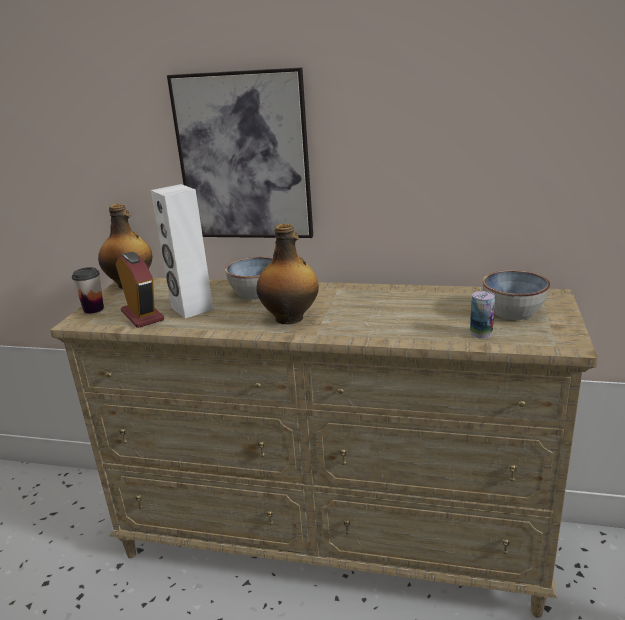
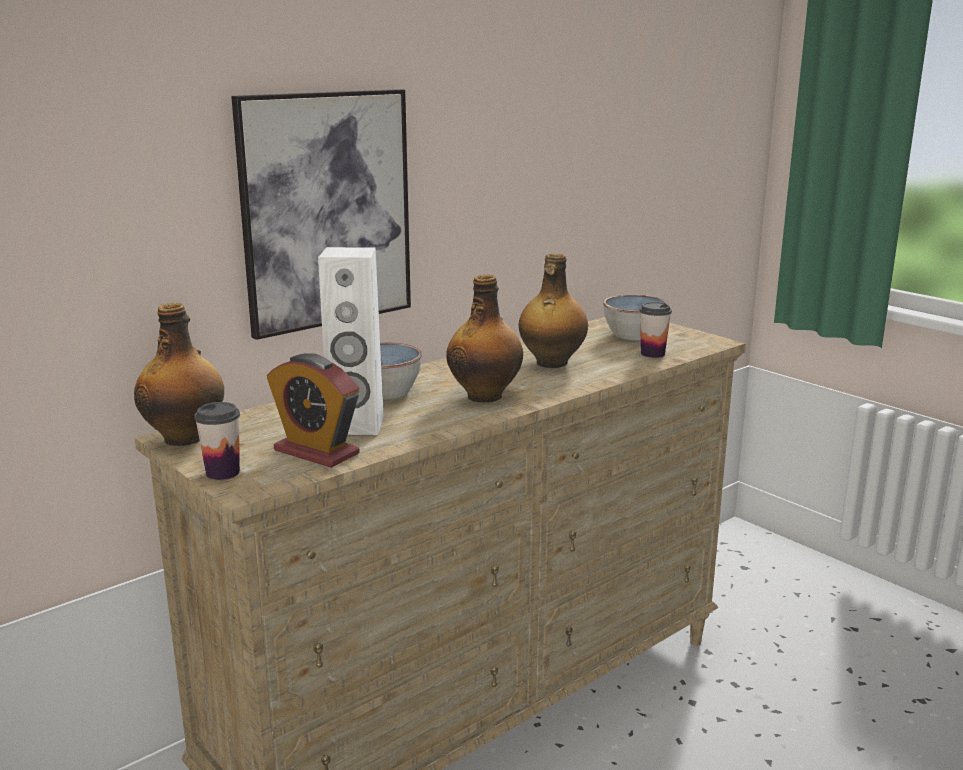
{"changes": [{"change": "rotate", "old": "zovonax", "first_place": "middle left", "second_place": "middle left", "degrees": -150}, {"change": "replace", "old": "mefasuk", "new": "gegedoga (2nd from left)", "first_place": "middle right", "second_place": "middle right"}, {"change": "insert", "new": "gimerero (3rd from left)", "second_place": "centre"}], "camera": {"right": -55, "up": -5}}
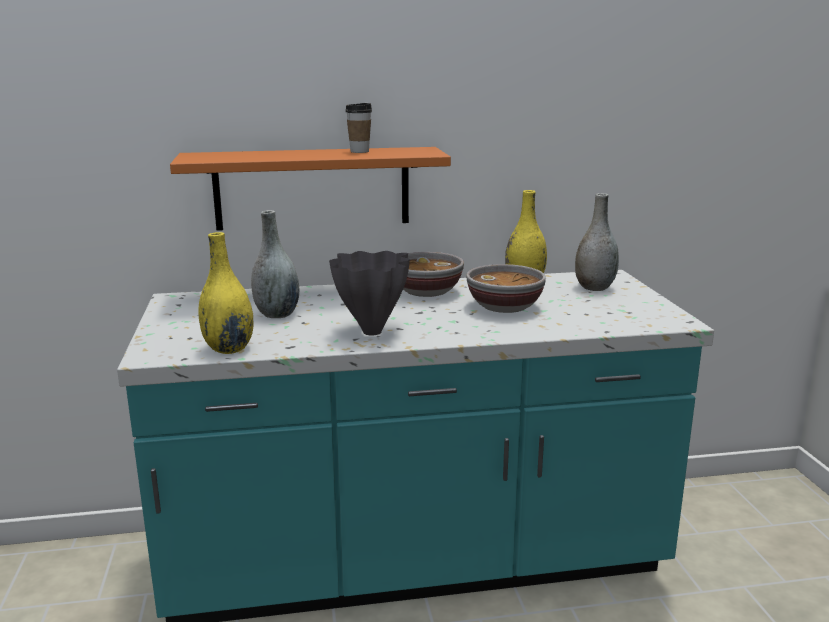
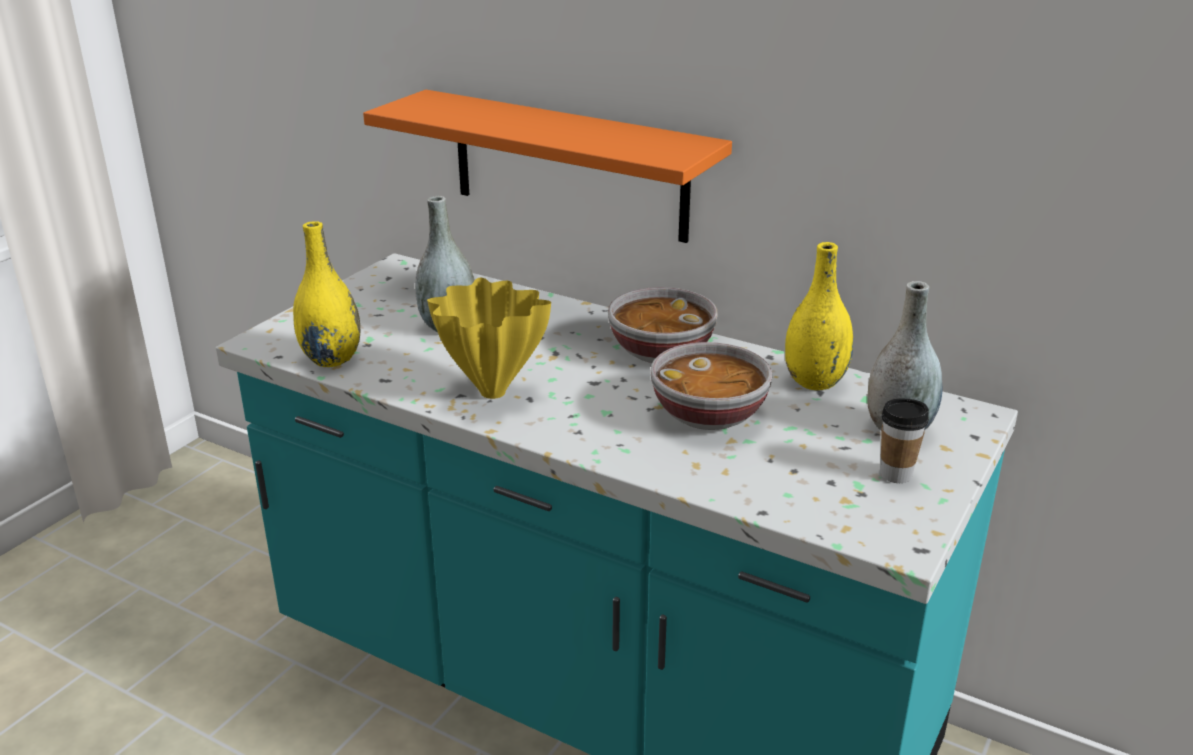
{"changes": [{"change": "recolor", "old": "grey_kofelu (2nd from left)", "new": "yellow_kofelu (2nd from left)", "first_place": "centre", "second_place": "centre"}, {"change": "move", "old": "gegedoga", "first_place": "top centre", "second_place": "middle right"}], "camera": {"right": 40, "up": 10}}
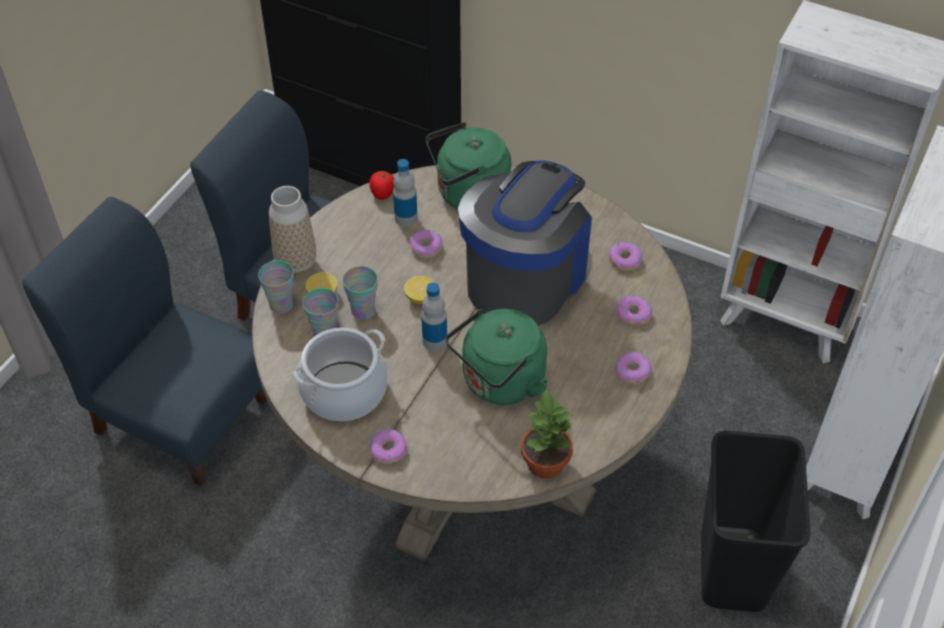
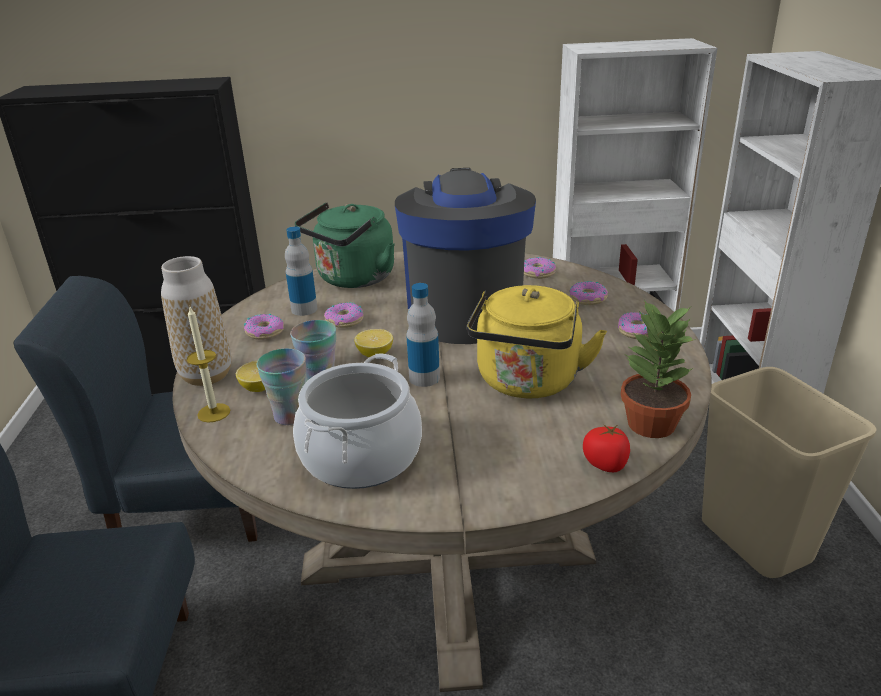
{"changes": [{"change": "replace", "old": "gegedoga (1st from left)", "new": "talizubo", "first_place": "middle left", "second_place": "middle left"}, {"change": "move", "old": "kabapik", "first_place": "top centre", "second_place": "middle right"}, {"change": "move", "old": "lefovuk (1st from left)", "first_place": "bottom centre", "second_place": "middle left"}, {"change": "recolor", "old": "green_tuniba (2nd from left)", "new": "yellow_tuniba", "first_place": "centre", "second_place": "centre"}, {"change": "recolor", "old": "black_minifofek", "new": "beige_minifofek", "first_place": "bottom right", "second_place": "bottom right"}], "camera": {"right": -30, "up": -20}}
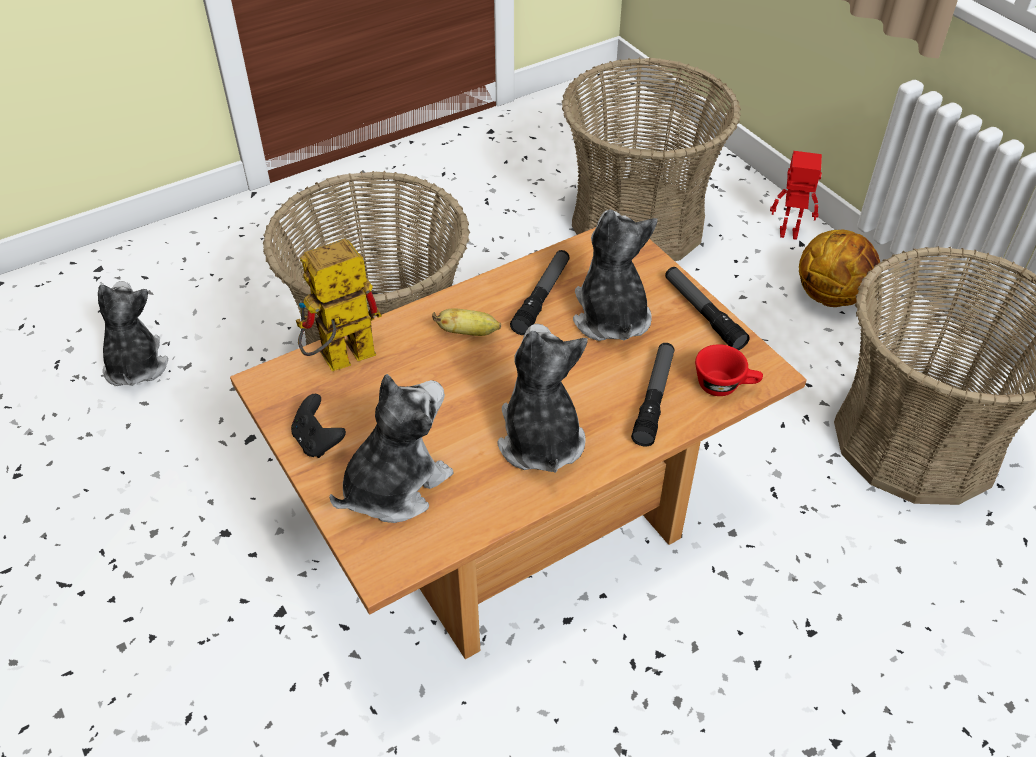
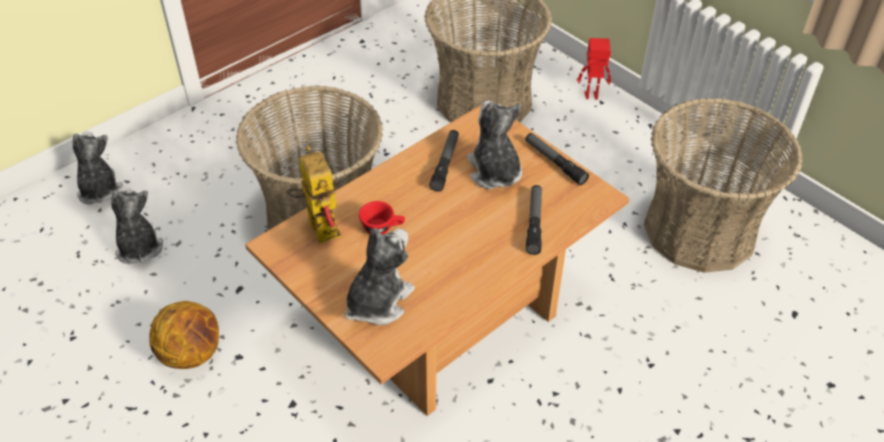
{"changes": [{"change": "delete", "old": "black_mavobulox", "first_place": "middle left"}, {"change": "rotate", "old": "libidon (1st from left)", "first_place": "middle left", "second_place": "centre", "degrees": 105}, {"change": "delete", "old": "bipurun", "first_place": "centre"}, {"change": "move", "old": "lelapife (3rd from left in the first image)", "new": "lelapife (1st from left)", "first_place": "centre", "second_place": "middle left"}, {"change": "move", "old": "red_gegedoga", "first_place": "middle right", "second_place": "centre"}, {"change": "move", "old": "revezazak", "first_place": "middle right", "second_place": "bottom left"}], "camera": {"right": -10, "up": 0}}
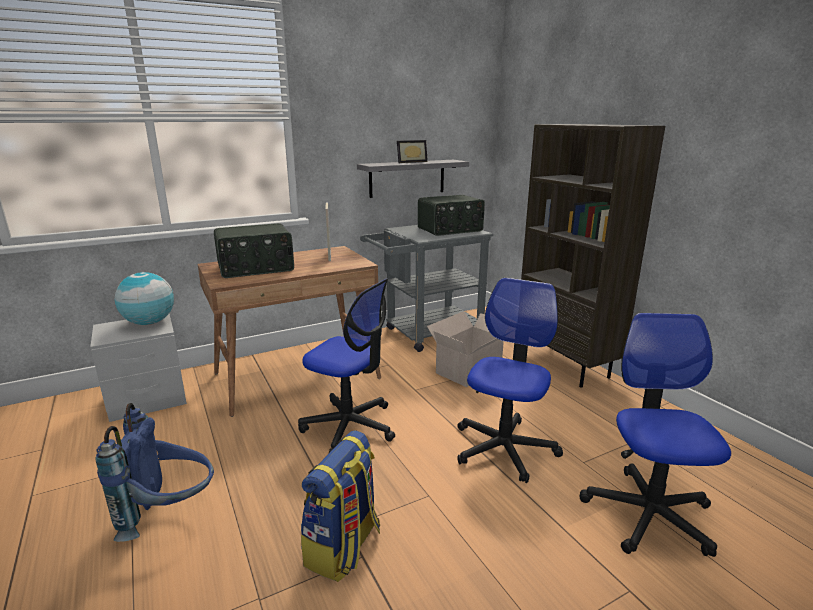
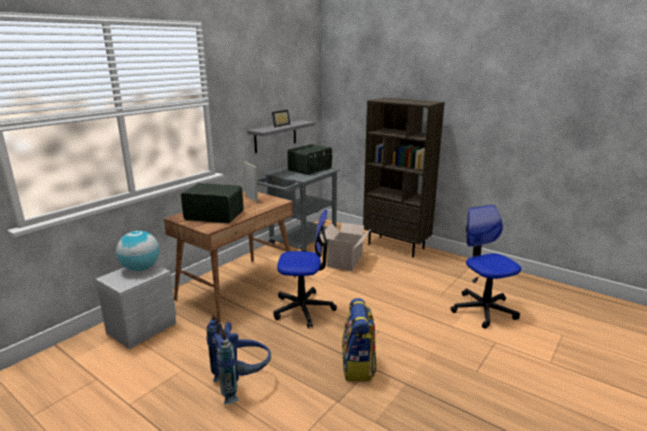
{"changes": [{"change": "rotate", "old": "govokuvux (1st from left)", "first_place": "middle left", "second_place": "middle left", "degrees": -120}, {"change": "delete", "old": "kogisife (2nd from left)", "first_place": "centre"}], "camera": {"right": -25, "up": 0}}
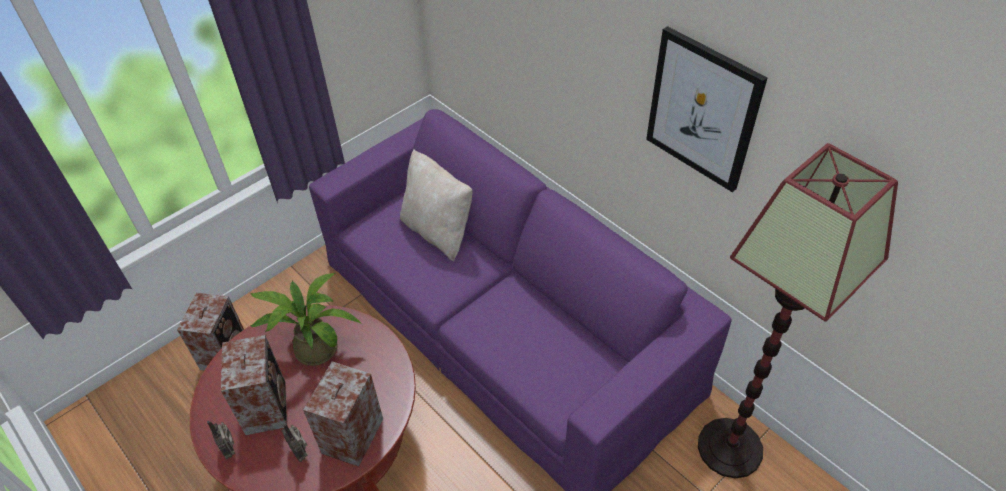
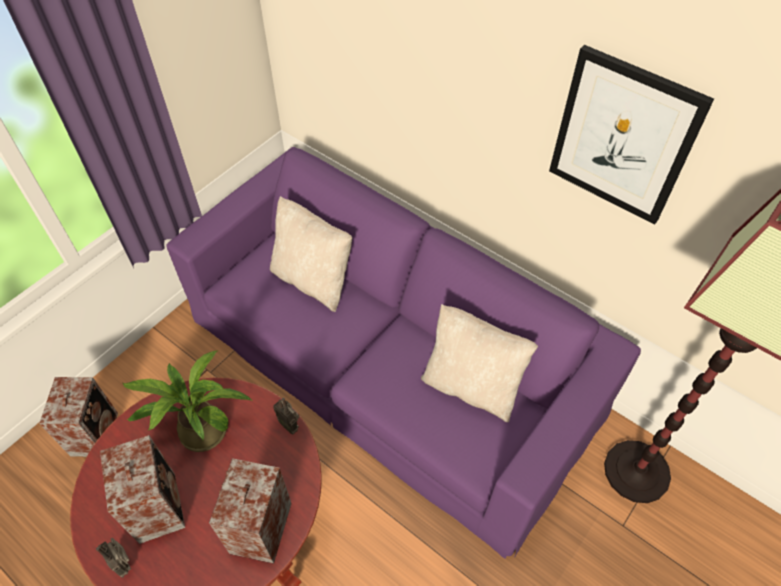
{"changes": [{"change": "move", "old": "govokuvux (2nd from left)", "first_place": "bottom left", "second_place": "bottom centre"}, {"change": "insert", "new": "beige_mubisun (2nd from left)", "second_place": "centre"}], "camera": {"right": -10, "up": 5}}
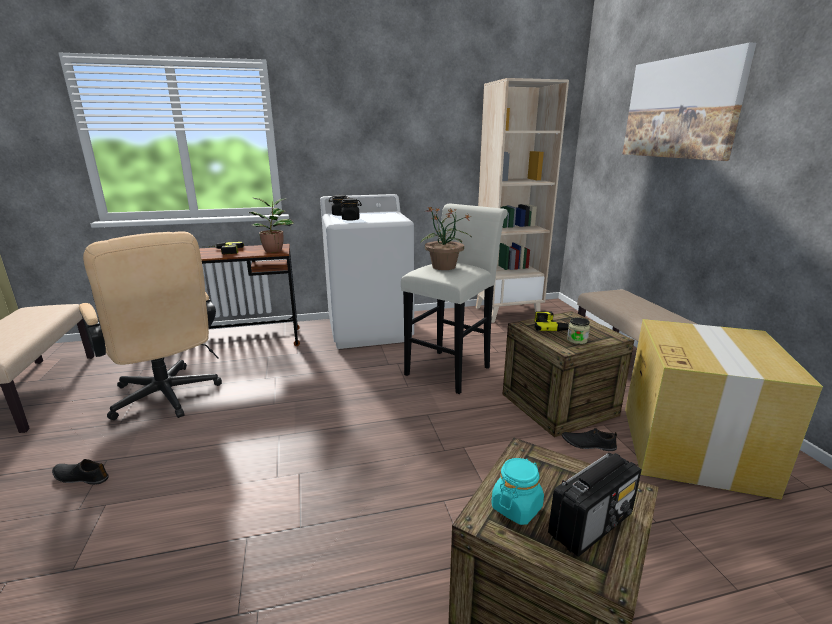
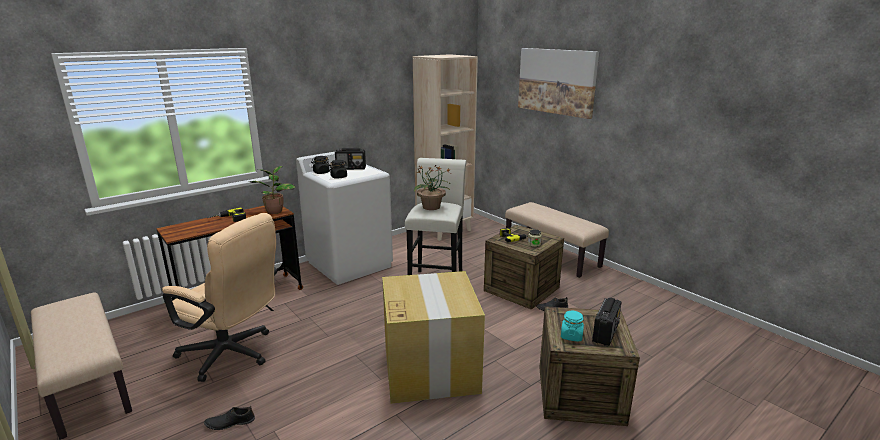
{"changes": [{"change": "move", "old": "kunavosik", "first_place": "middle right", "second_place": "bottom centre"}, {"change": "insert", "new": "govokuvux (1st from left)", "second_place": "centre"}], "camera": {"right": -25, "up": 0}}
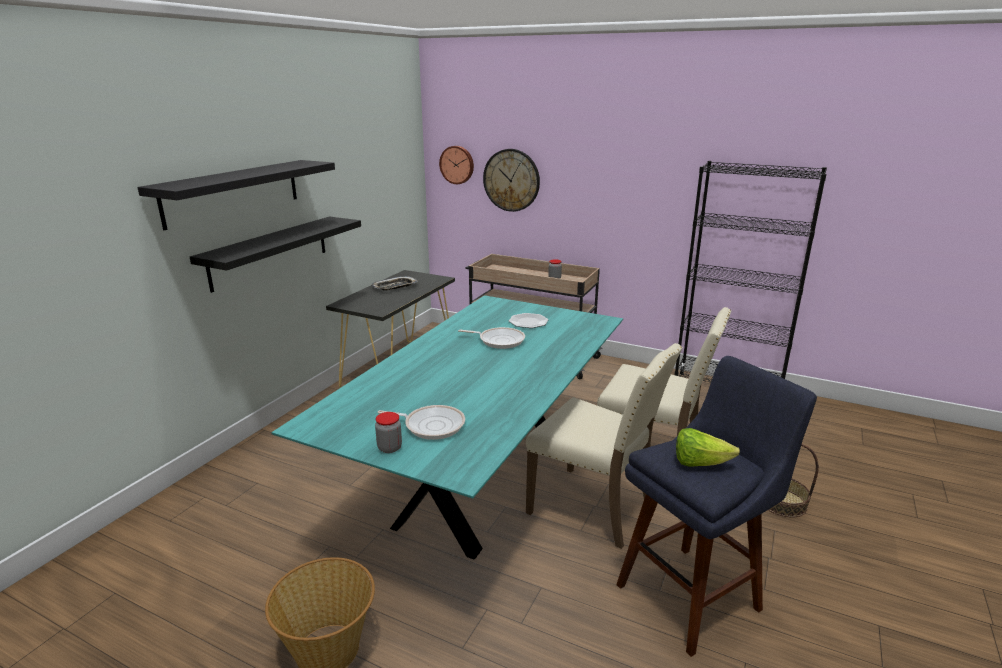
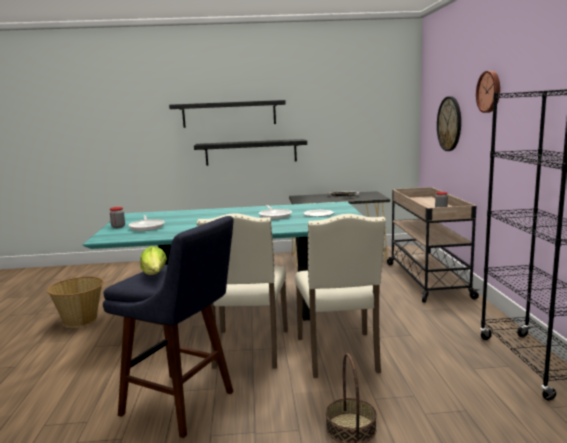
{"changes": [{"change": "move", "old": "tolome (1st from left in the first image)", "new": "tolome (2nd from left)", "first_place": "top centre", "second_place": "top right"}], "camera": {"right": 60, "up": -10}}
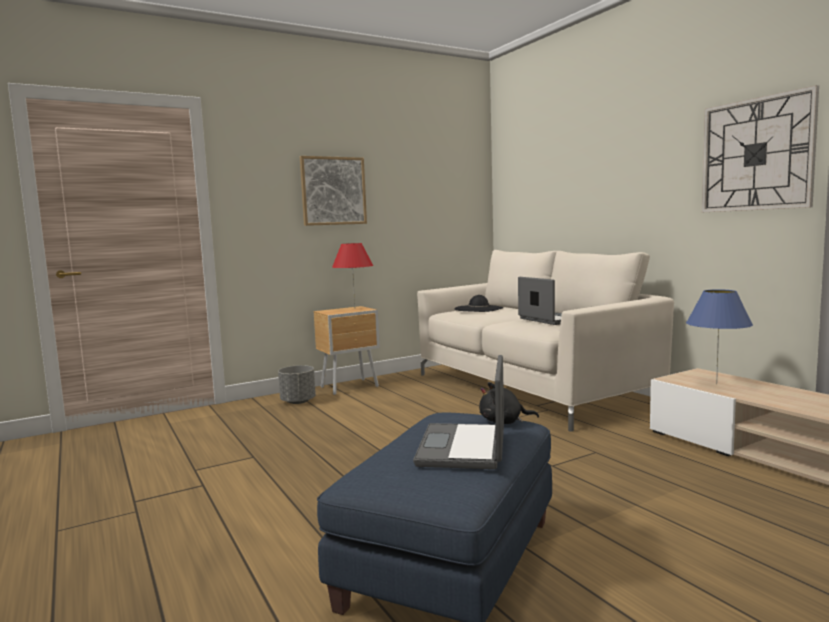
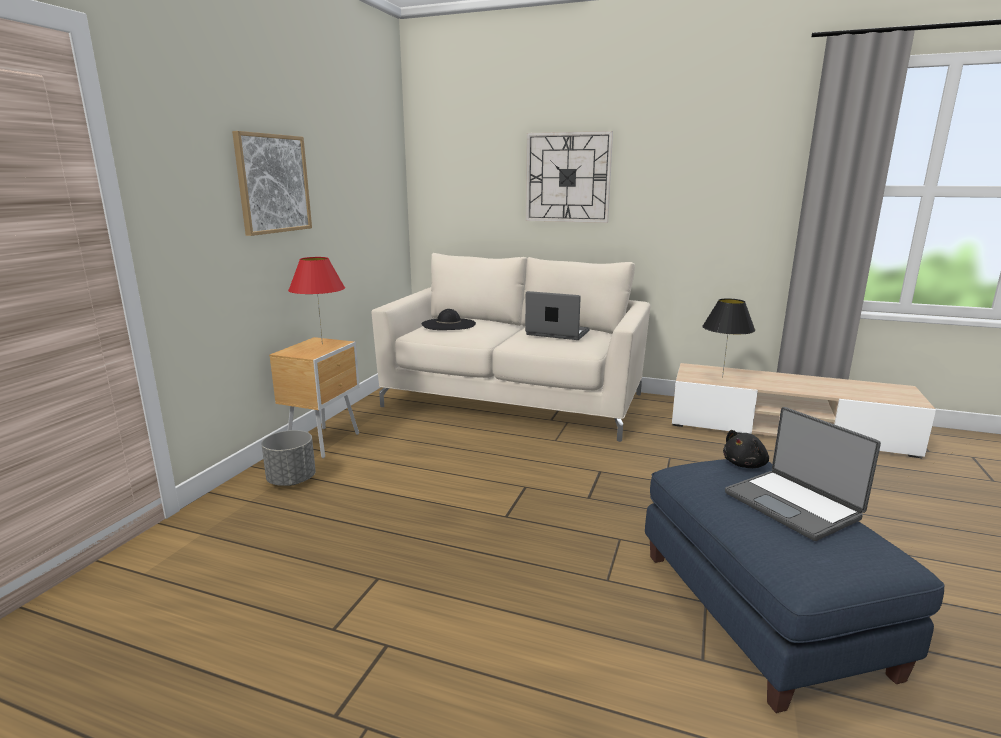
{"changes": [{"change": "recolor", "old": "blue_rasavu", "new": "black_rasavu", "first_place": "middle right", "second_place": "middle right"}, {"change": "move", "old": "tolome", "first_place": "top right", "second_place": "top centre"}], "camera": {"right": -40, "up": 10}}
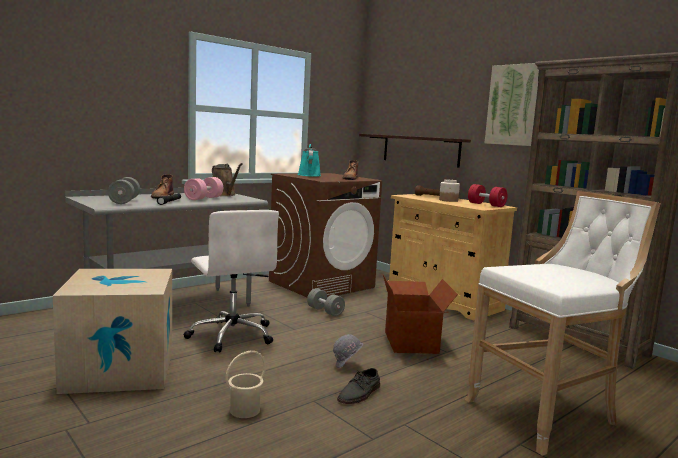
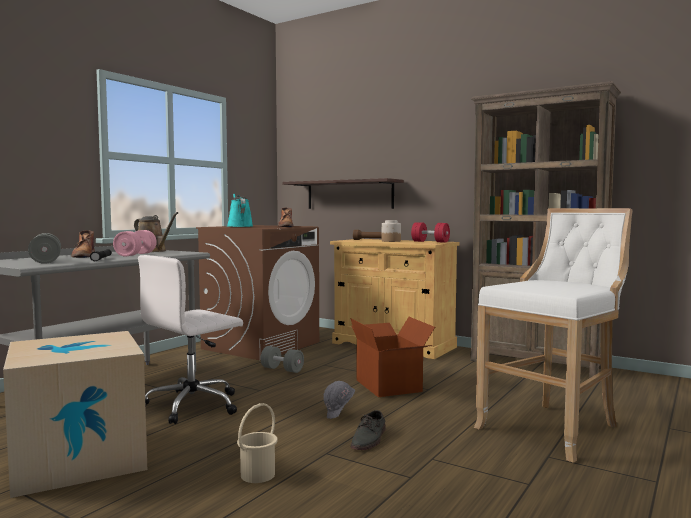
{"changes": [{"change": "rotate", "old": "white_kogisife", "first_place": "centre", "second_place": "middle left", "degrees": 90}, {"change": "delete", "old": "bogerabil", "first_place": "top right"}], "camera": {"right": -15, "up": -5}}
